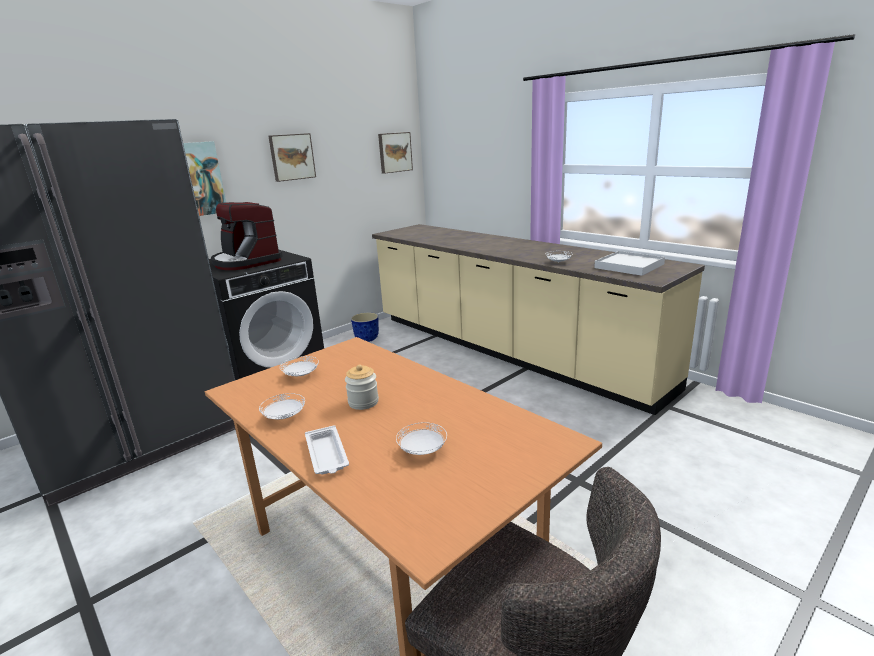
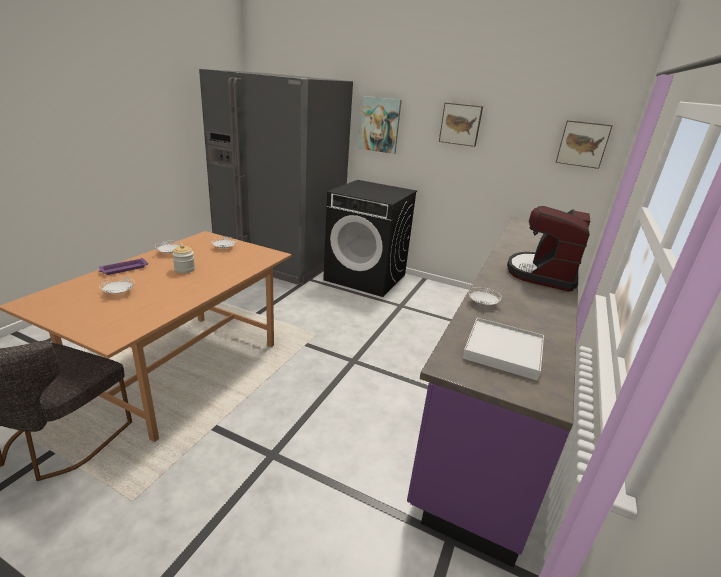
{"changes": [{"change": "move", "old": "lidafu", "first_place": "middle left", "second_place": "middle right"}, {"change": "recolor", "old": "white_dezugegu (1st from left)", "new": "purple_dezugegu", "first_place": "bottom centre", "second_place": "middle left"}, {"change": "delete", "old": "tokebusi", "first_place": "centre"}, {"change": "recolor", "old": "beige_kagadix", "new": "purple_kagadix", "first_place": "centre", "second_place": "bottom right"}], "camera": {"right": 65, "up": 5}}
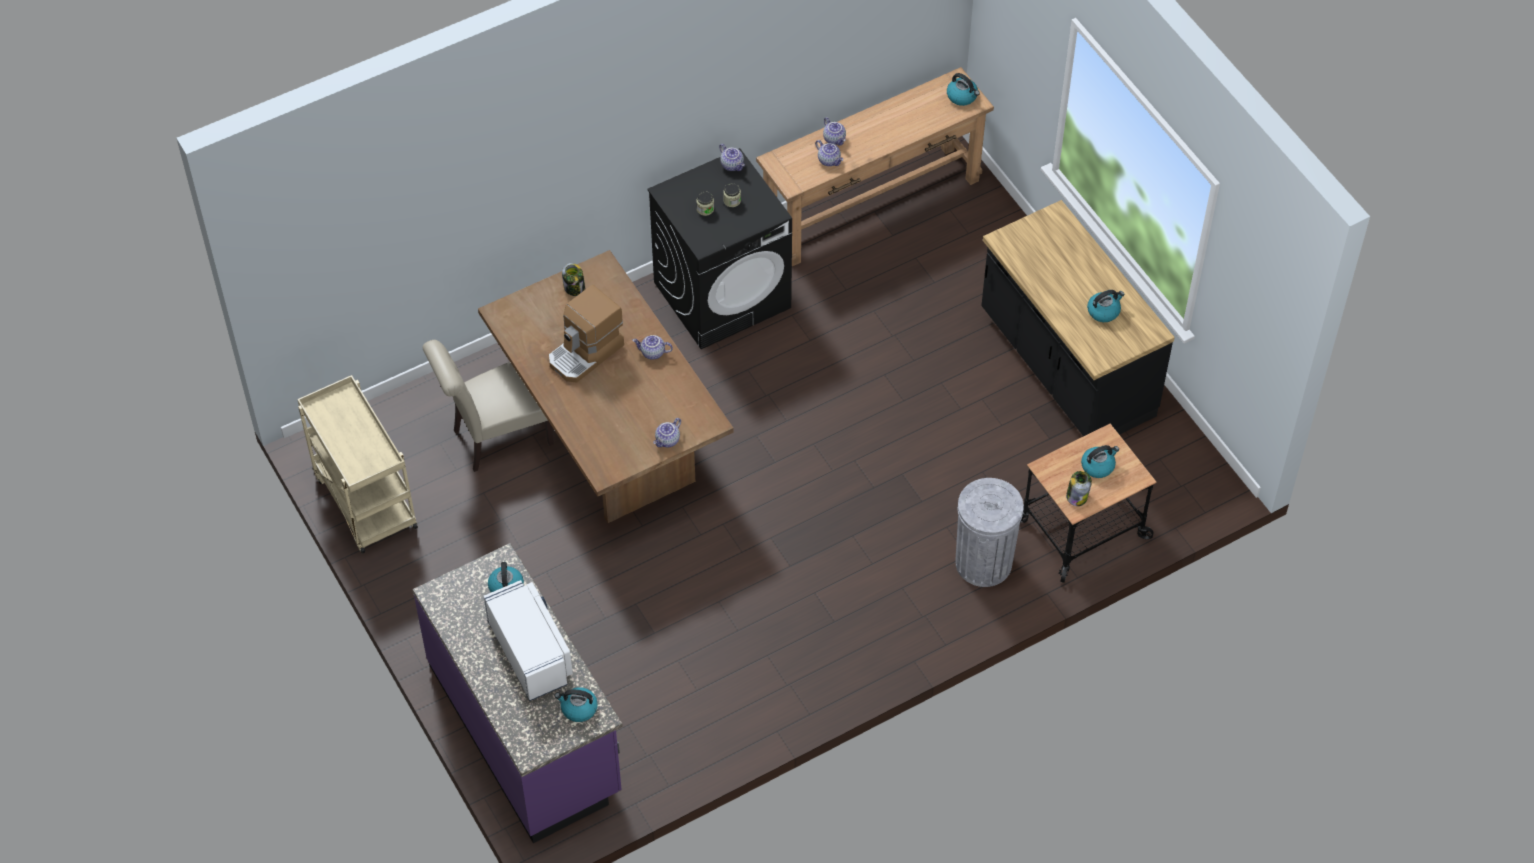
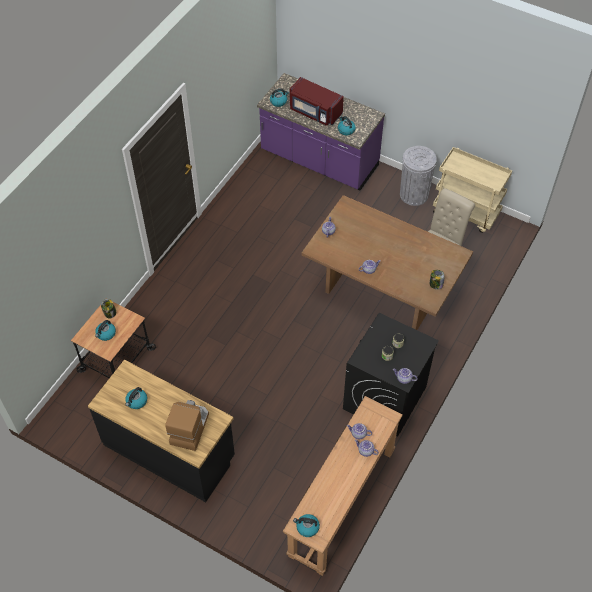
{"changes": [{"change": "recolor", "old": "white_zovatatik", "new": "red_zovatatik", "first_place": "bottom centre", "second_place": "top centre"}, {"change": "move", "old": "lidafu", "first_place": "centre", "second_place": "bottom left"}, {"change": "move", "old": "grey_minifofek", "first_place": "centre", "second_place": "top right"}], "camera": {"right": 150, "up": 0}}
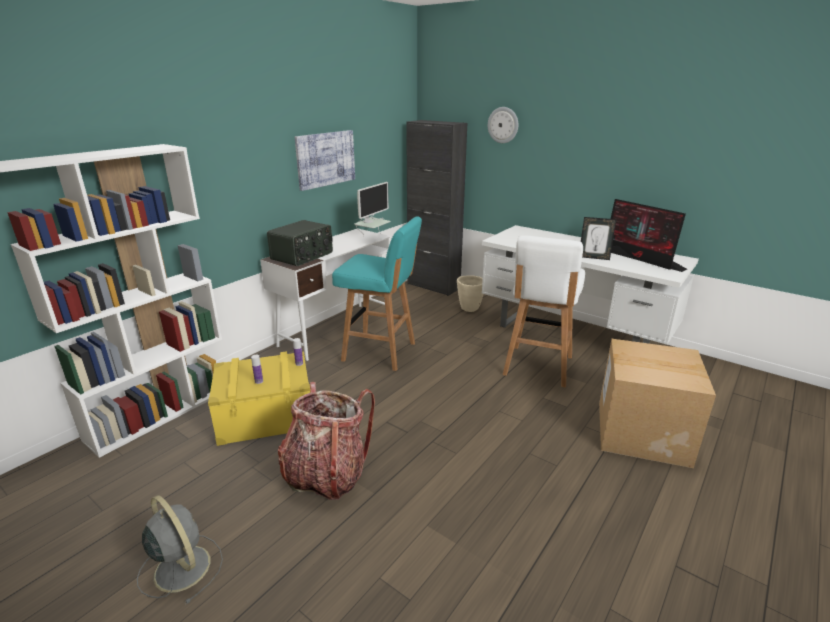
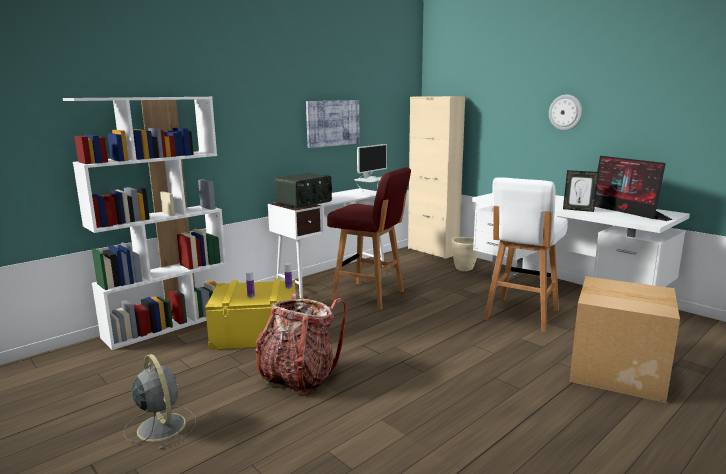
{"changes": [{"change": "recolor", "old": "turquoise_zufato", "new": "red_zufato", "first_place": "centre", "second_place": "centre"}, {"change": "recolor", "old": "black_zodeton", "new": "beige_zodeton", "first_place": "centre", "second_place": "centre"}, {"change": "move", "old": "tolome", "first_place": "top centre", "second_place": "top right"}], "camera": {"right": 10, "up": -10}}
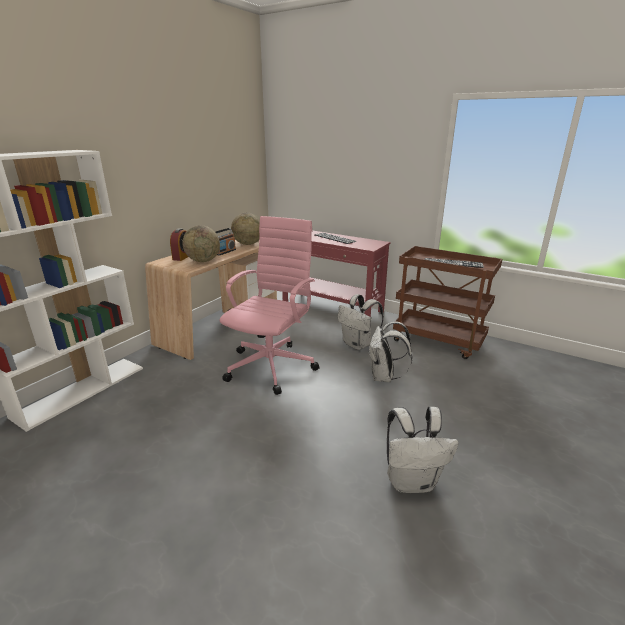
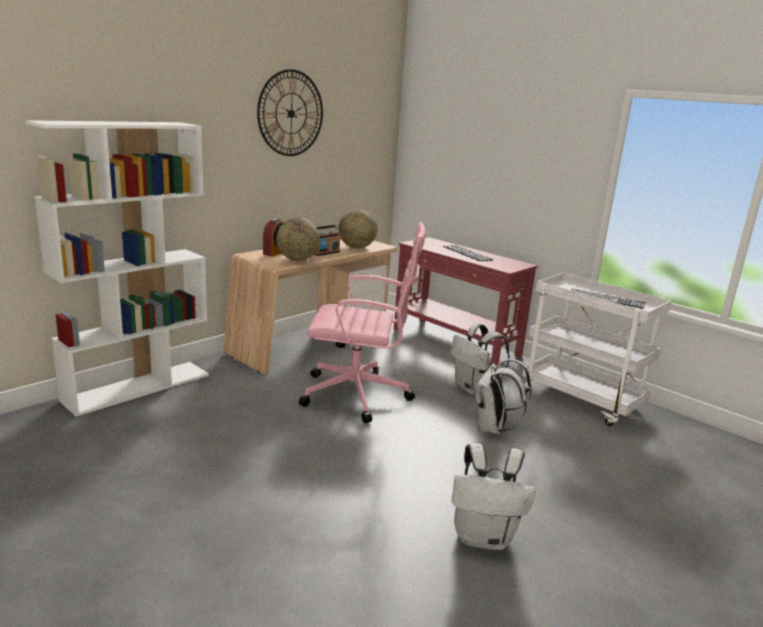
{"changes": [{"change": "rotate", "old": "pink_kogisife", "first_place": "centre", "second_place": "centre", "degrees": 60}, {"change": "recolor", "old": "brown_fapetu", "new": "white_fapetu", "first_place": "middle right", "second_place": "middle right"}, {"change": "insert", "new": "tolome", "second_place": "top centre"}], "camera": {"right": 10, "up": -5}}
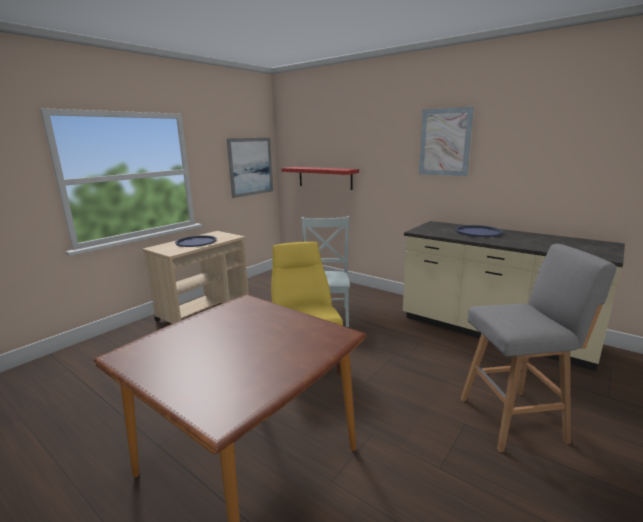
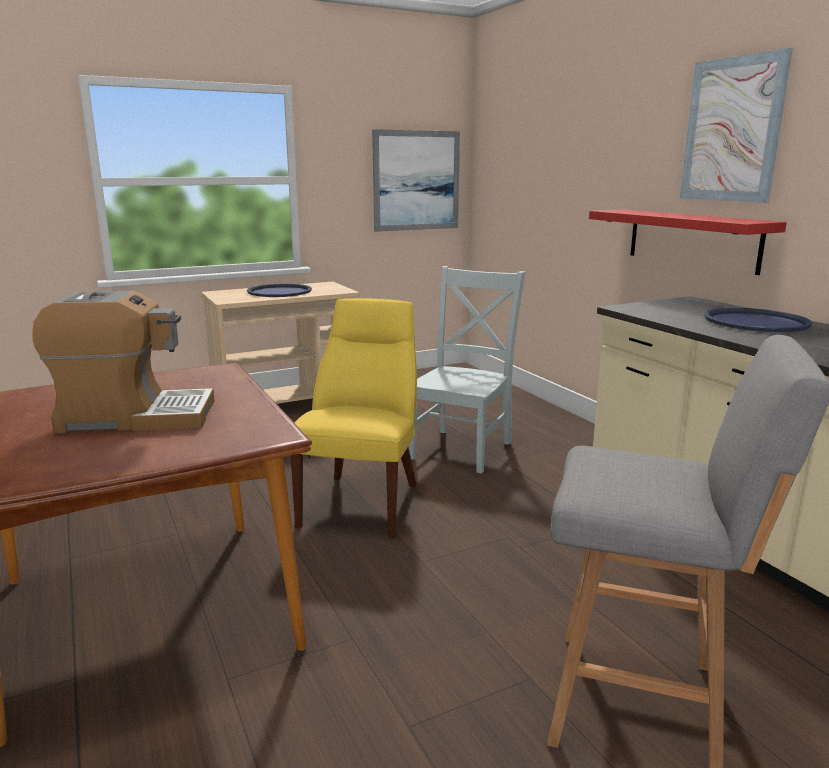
{"changes": [{"change": "move", "old": "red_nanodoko", "first_place": "centre", "second_place": "top right"}, {"change": "insert", "new": "lidafu", "second_place": "middle left"}], "camera": {"right": 25, "up": 0}}
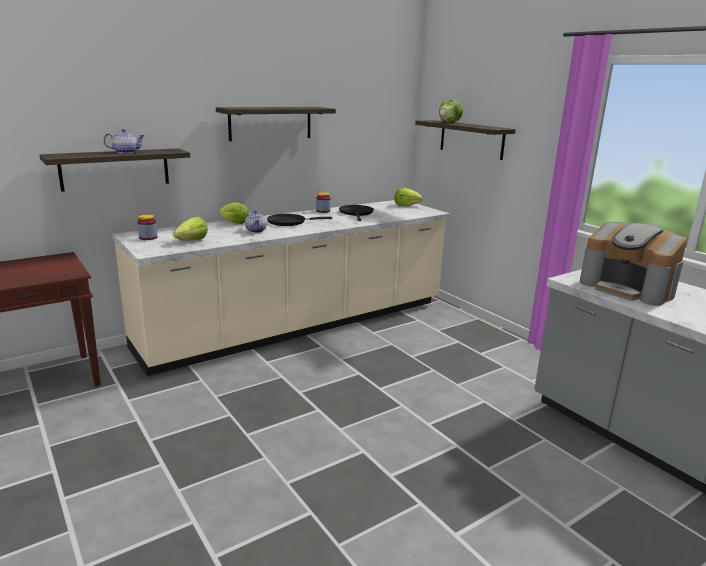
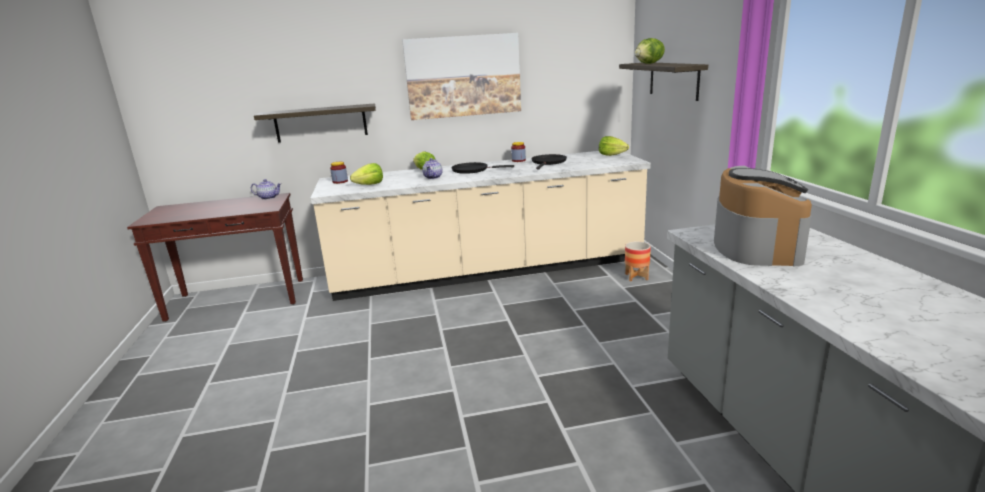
{"changes": [{"change": "move", "old": "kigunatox (1st from left)", "first_place": "top left", "second_place": "middle left"}, {"change": "replace", "old": "nanodoko (2nd from left)", "new": "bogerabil", "first_place": "top centre", "second_place": "top centre"}, {"change": "rotate", "old": "lidafu", "first_place": "middle right", "second_place": "middle right", "degrees": -150}, {"change": "insert", "new": "tokebusi", "second_place": "centre"}], "camera": {"right": 25, "up": 0}}
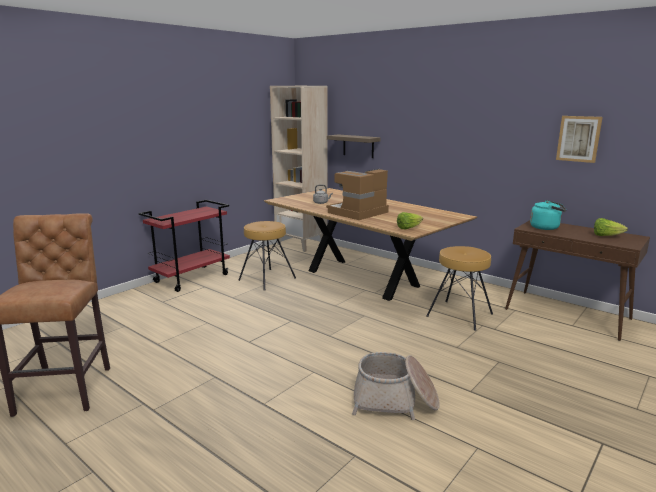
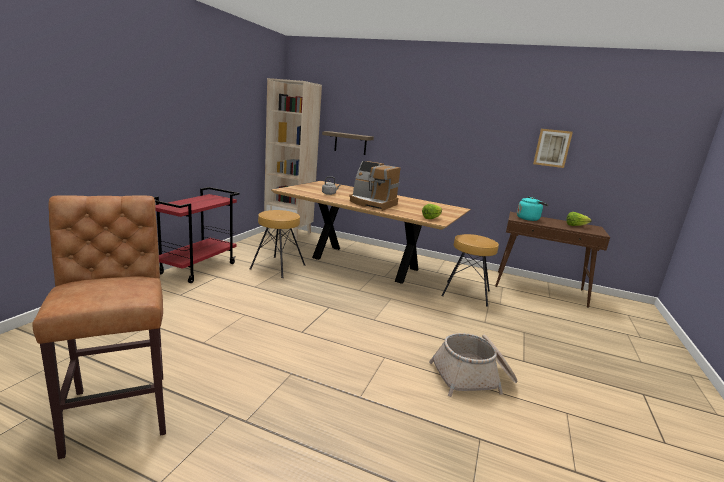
{"changes": [{"change": "rotate", "old": "lidafu", "first_place": "centre", "second_place": "centre", "degrees": -90}], "camera": {"right": -20, "up": 0}}
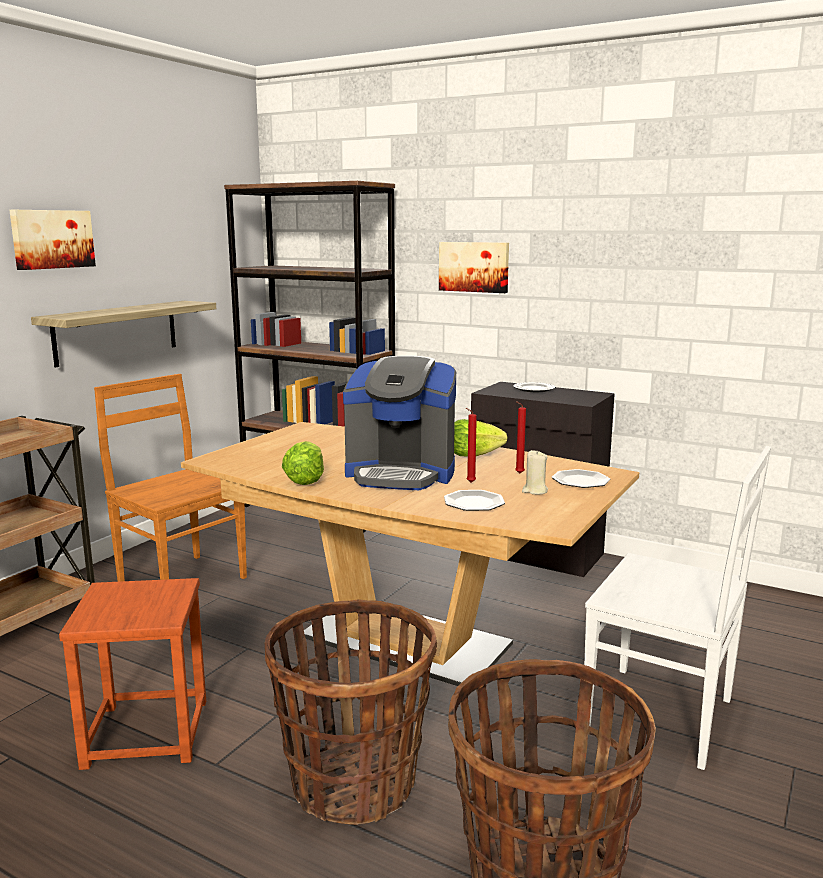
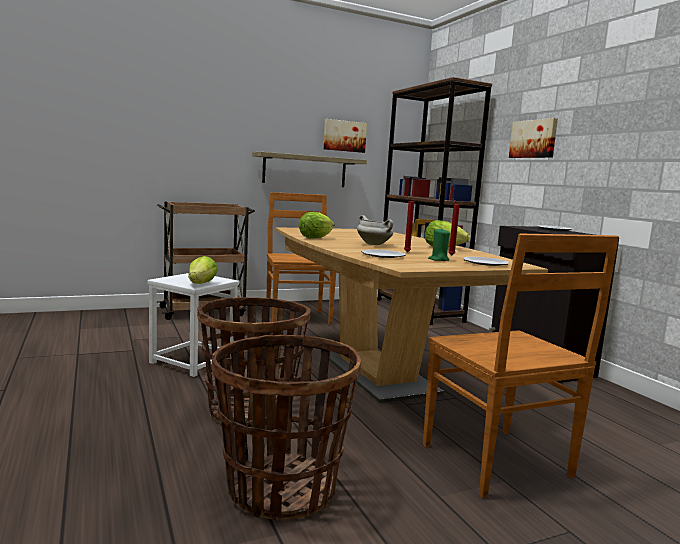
{"changes": [{"change": "move", "old": "bogerabil (1st from left)", "first_place": "top left", "second_place": "top centre"}, {"change": "recolor", "old": "brown_zufato", "new": "white_zufato", "first_place": "bottom left", "second_place": "middle left"}, {"change": "replace", "old": "lidafu", "new": "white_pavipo", "first_place": "centre", "second_place": "centre"}, {"change": "recolor", "old": "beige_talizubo", "new": "green_talizubo", "first_place": "centre", "second_place": "centre"}, {"change": "recolor", "old": "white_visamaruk", "new": "brown_visamaruk (2nd from left)", "first_place": "bottom right", "second_place": "bottom right"}, {"change": "insert", "new": "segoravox (1st from left)", "second_place": "middle left"}], "camera": {"right": 35, "up": -5}}
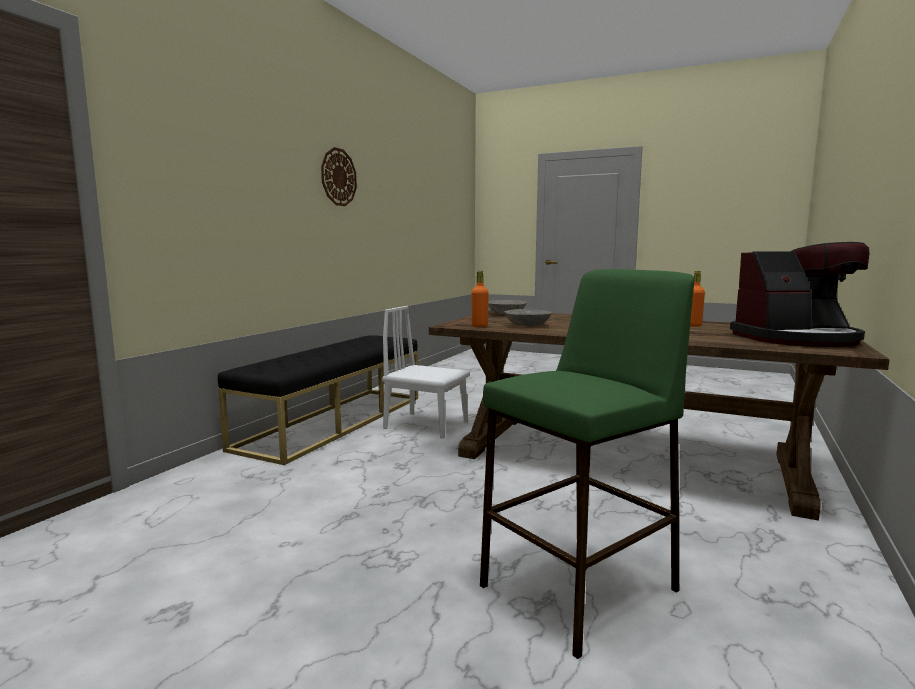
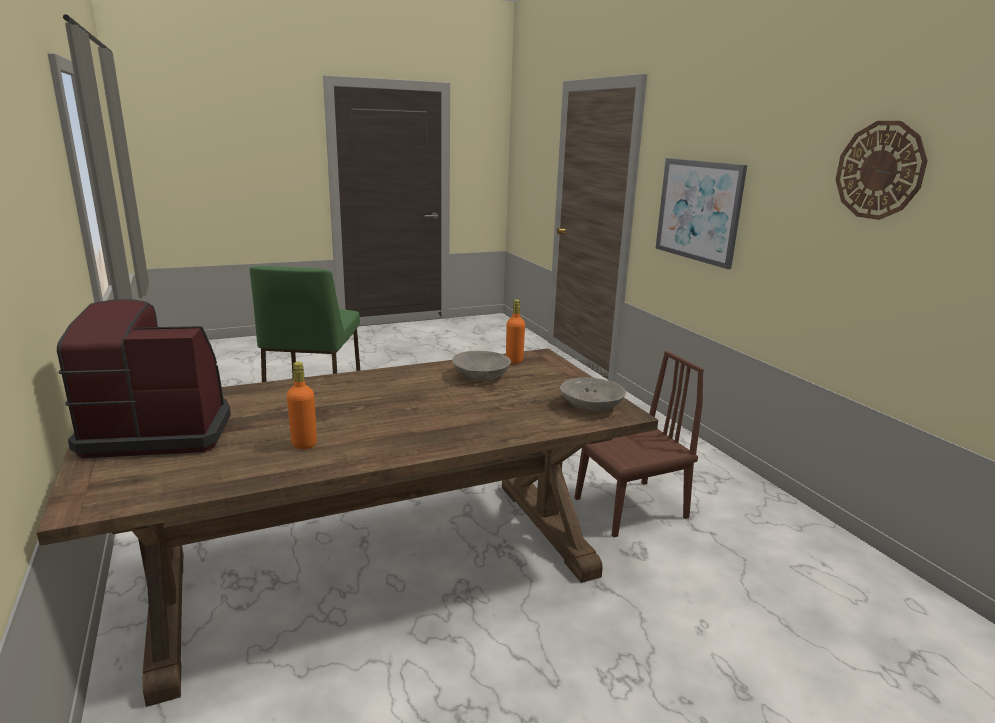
{"changes": [{"change": "delete", "old": "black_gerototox", "first_place": "centre"}, {"change": "recolor", "old": "white_visamaruk", "new": "brown_visamaruk", "first_place": "centre", "second_place": "centre"}, {"change": "rotate", "old": "lidafu", "first_place": "middle right", "second_place": "middle left", "degrees": 45}, {"change": "insert", "new": "bogerabil", "second_place": "top right"}], "camera": {"right": 130, "up": 10}}
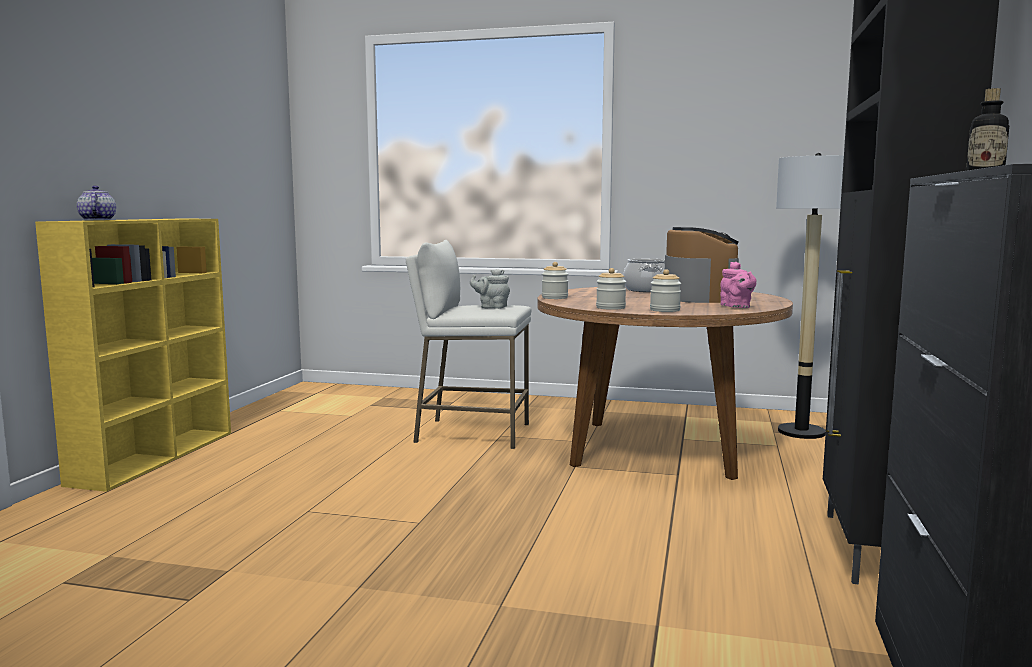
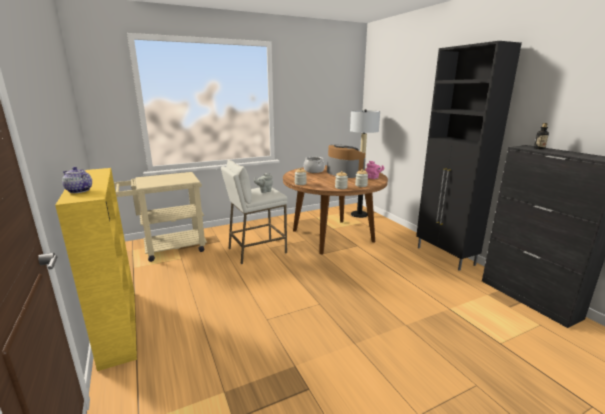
{"changes": [{"change": "insert", "new": "beige_fapetu", "second_place": "middle left"}], "camera": {"right": -40, "up": 10}}
